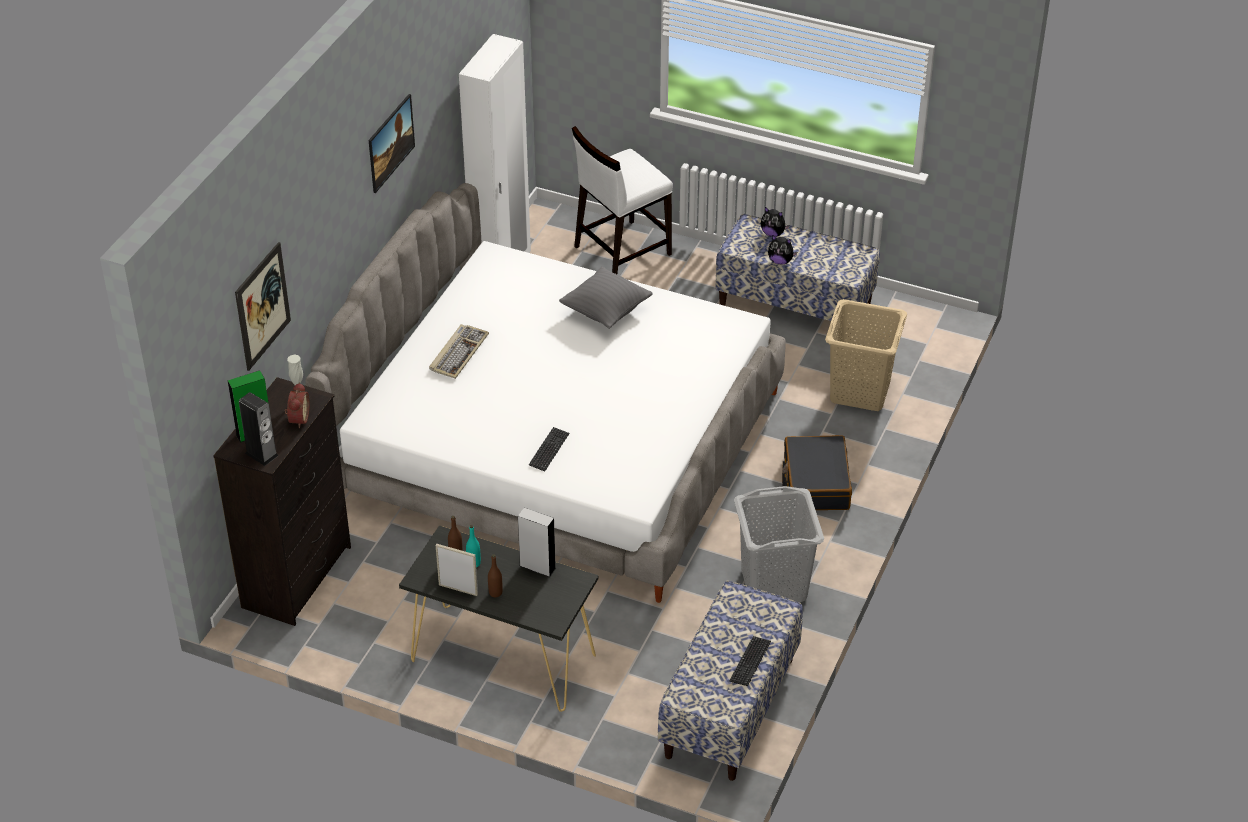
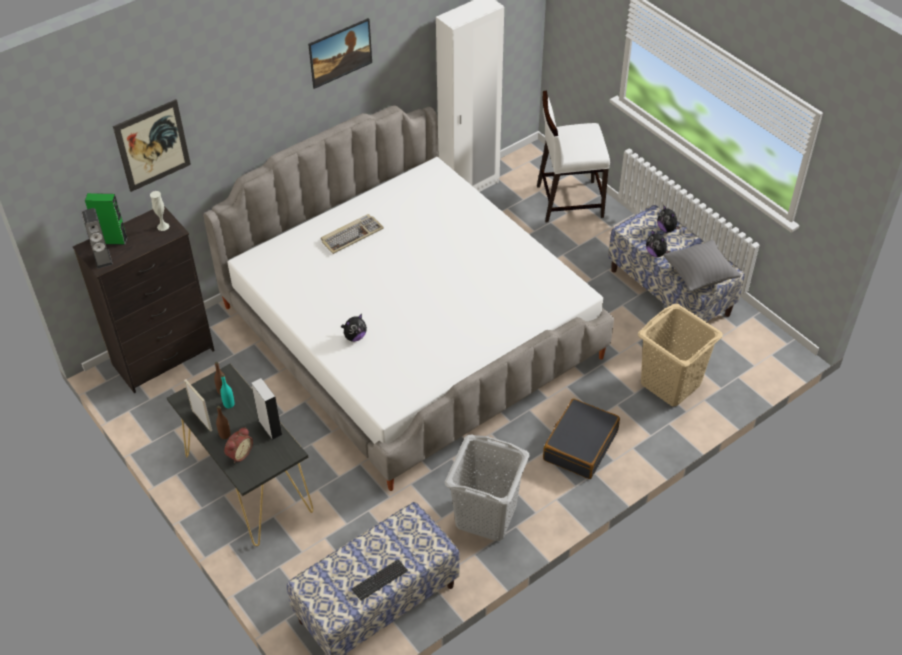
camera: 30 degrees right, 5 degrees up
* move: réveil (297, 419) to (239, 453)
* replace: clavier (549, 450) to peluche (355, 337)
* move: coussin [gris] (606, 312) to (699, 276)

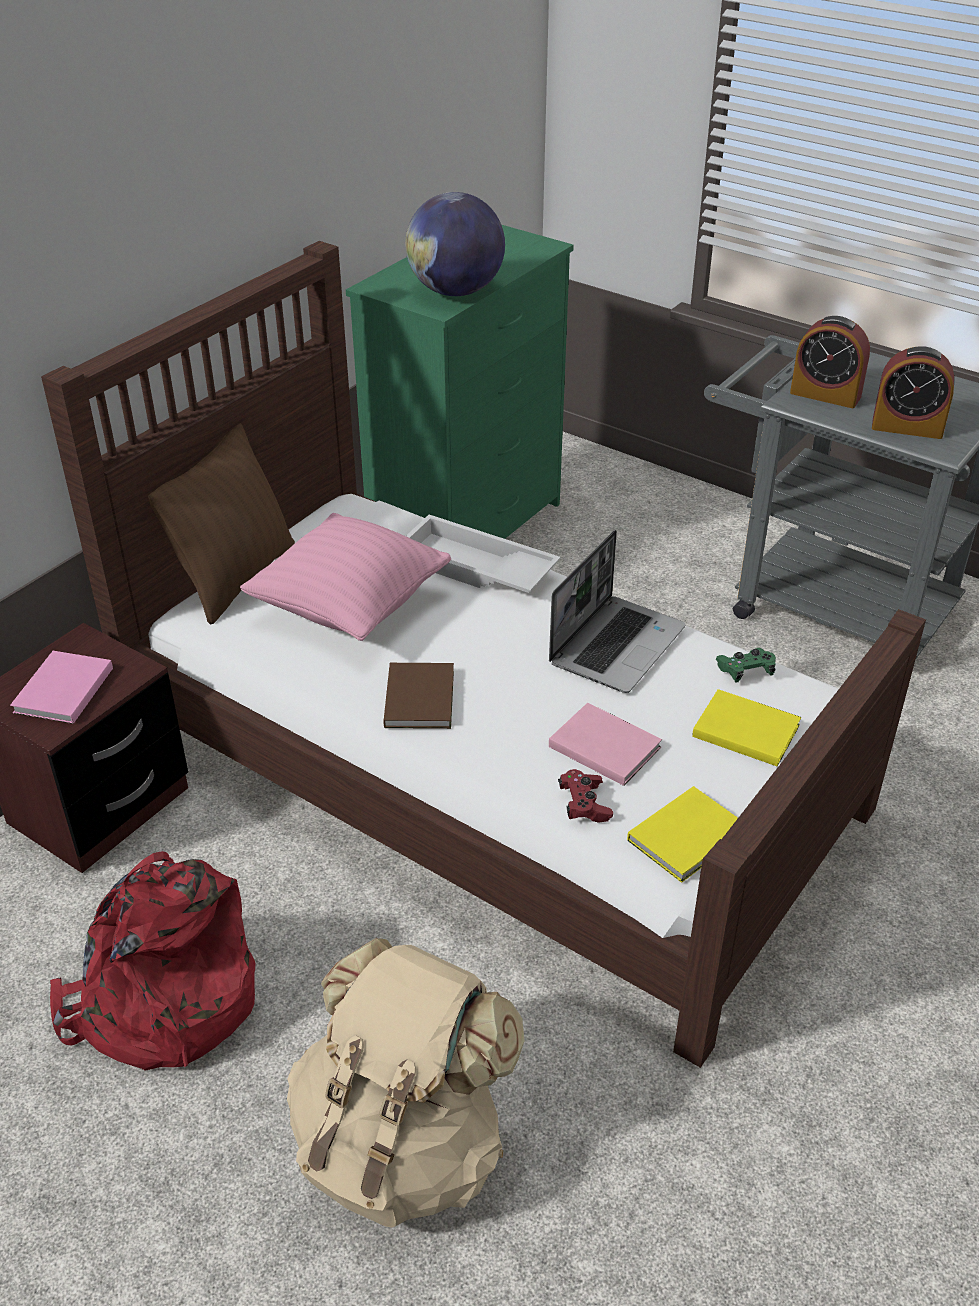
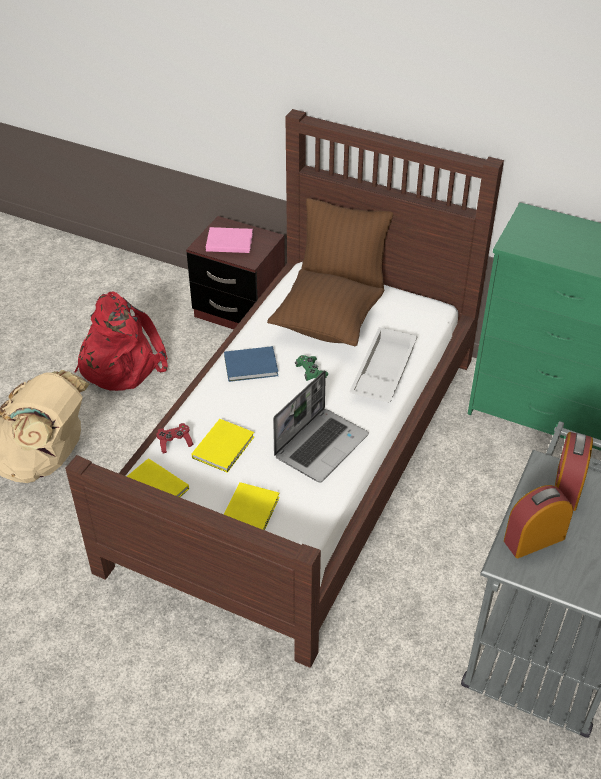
camera: 80 degrees right, 5 degrees up
* recolor: coussin [rose] (350, 607) to coussin [marron] (326, 325)
* recolor: livre [marron] (421, 697) to livre [bleu] (252, 366)
* delete: globe (456, 291)
* rotate: ordinateur portable (616, 645) = (321, 445) 75 degrees counterclockwise
* recolor: livre [rose] (603, 745) to livre [jaune] (225, 446)
* move: manette [vert] (745, 671) to (311, 372)
* rotate: réveil (907, 427) = (534, 539) 60 degrees clockwise

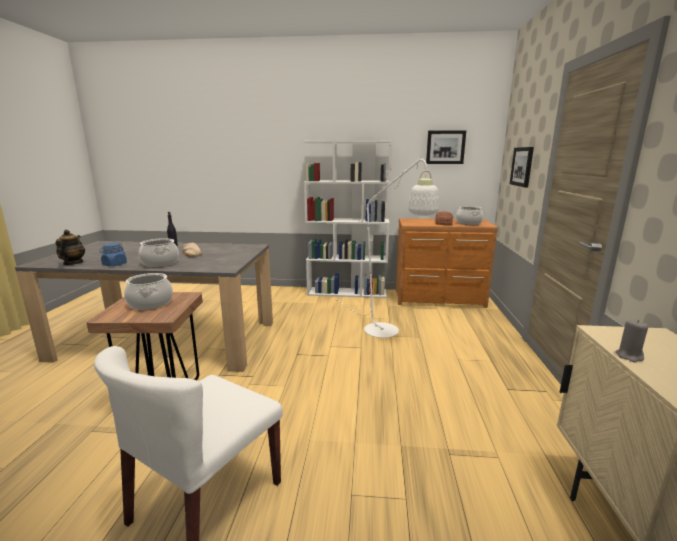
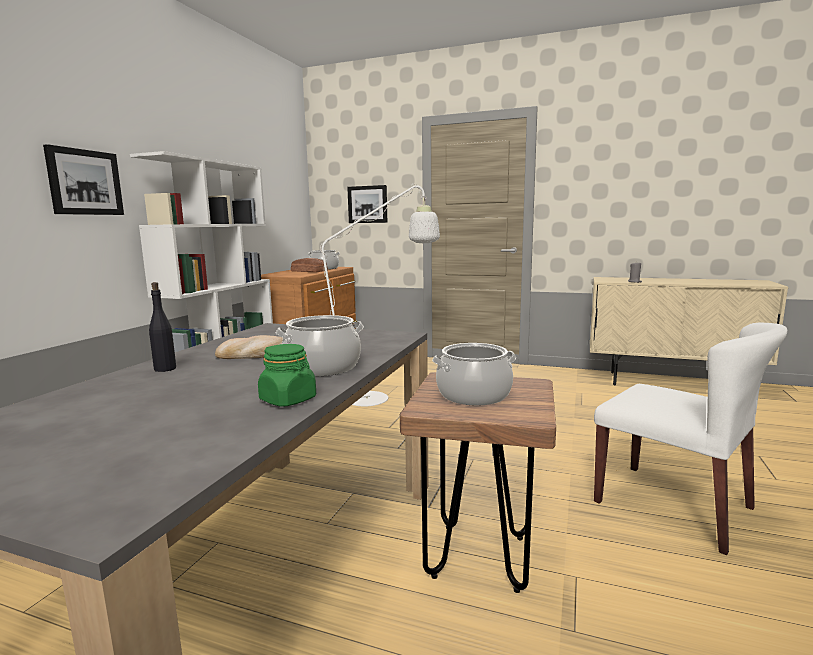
camera: 75 degrees left, 5 degrees down
* delete: théière (73, 263)
* recolor: bocal [bleu] (114, 264) to bocal [vert] (288, 400)
* move: tableau (445, 147) to (84, 182)

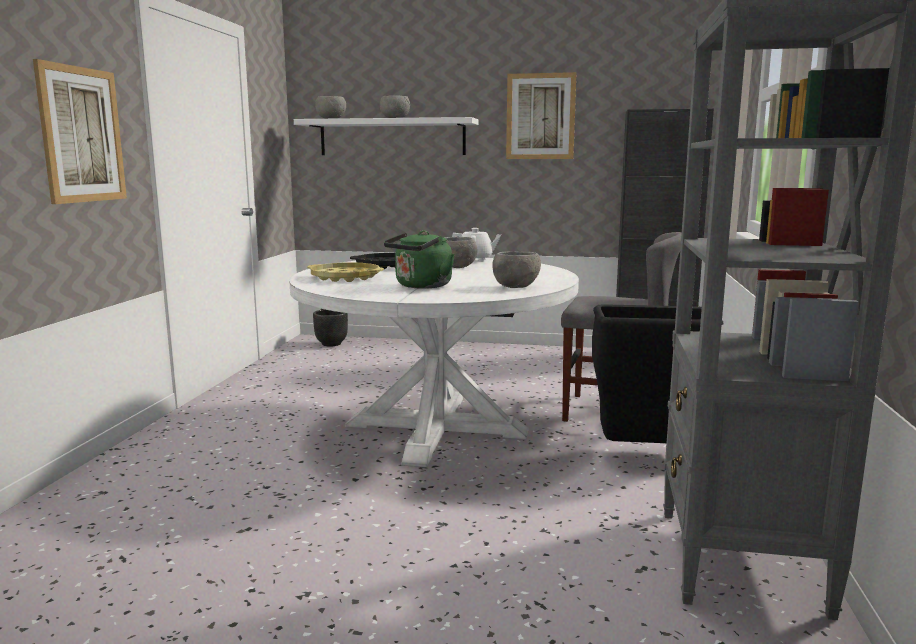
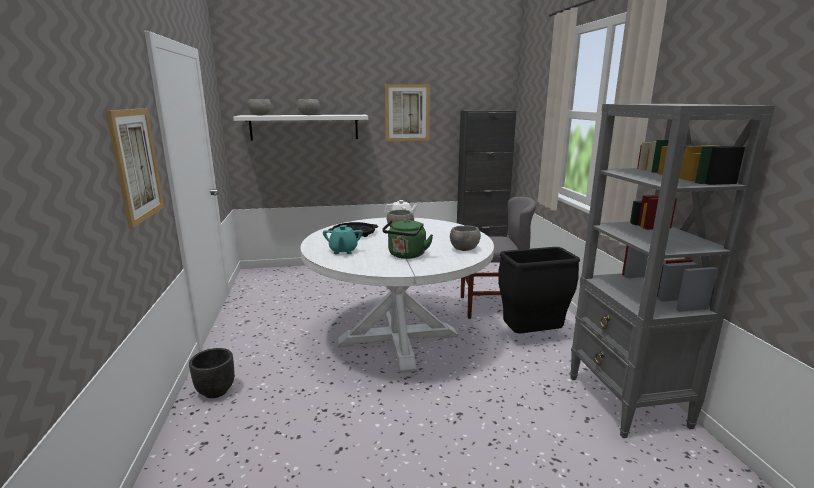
camera: 20 degrees left, 5 degrees up
* replace: plateau [jaune] (345, 277) to théière [turquoise] (343, 251)
* move: cache-pot [noir] (331, 344) to (215, 392)

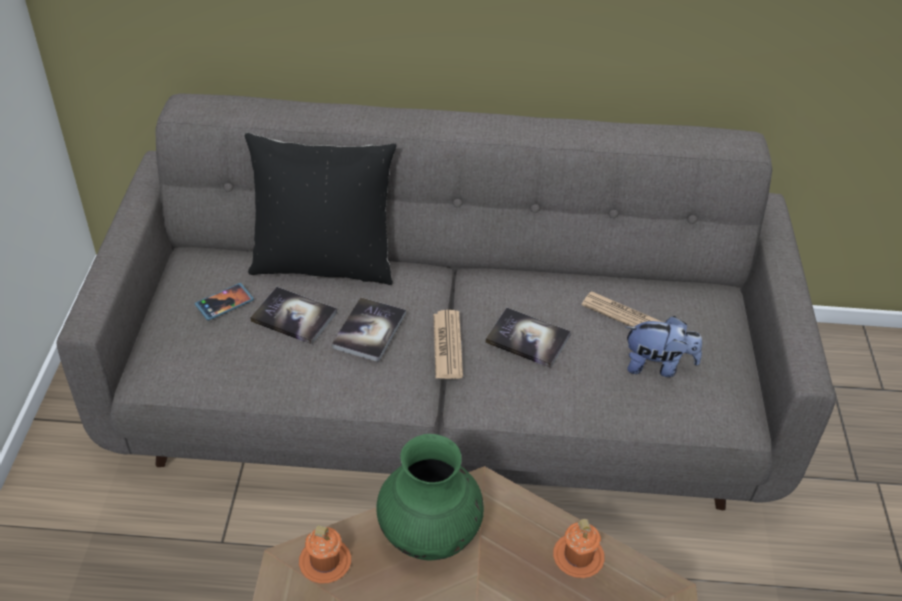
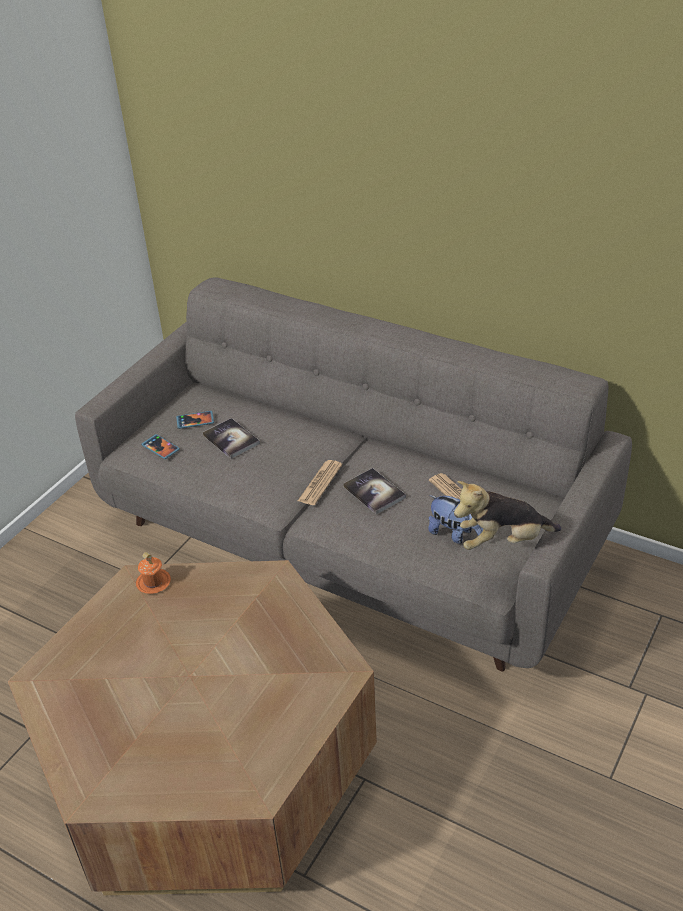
camera: 30 degrees right, 5 degrees down
* delete: coussin [noir] (324, 263)
* delete: livre (369, 330)
* delete: vase [vert] (429, 535)
* delete: mug [orange] (578, 557)
* insert: téléphone (160, 448)
* insert: peluche (502, 541)

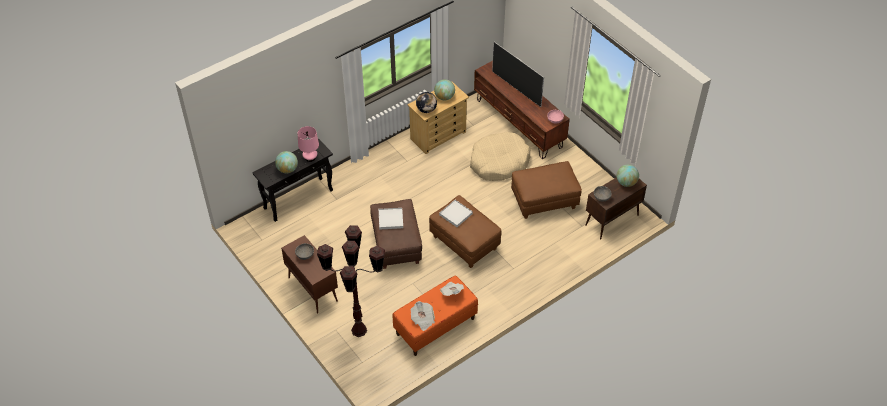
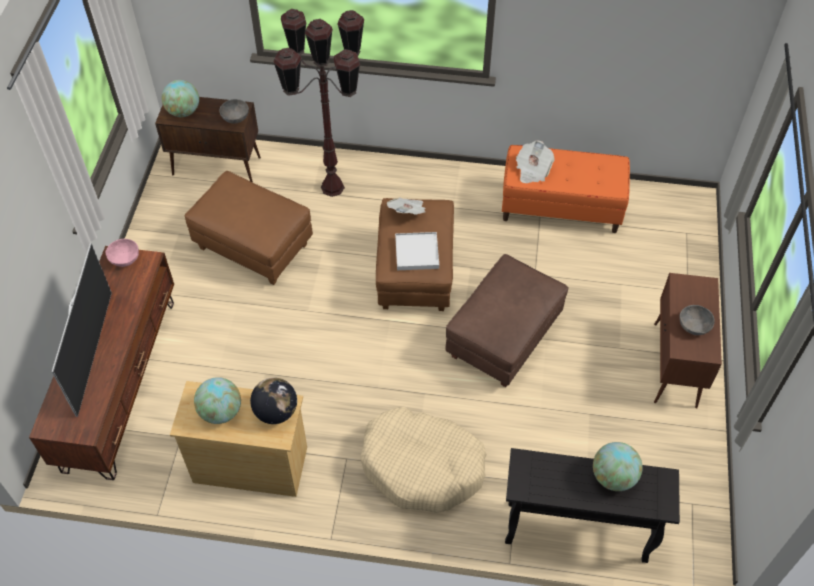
camera: 135 degrees left, 5 degrees up
* delete: lampe de table [rose] (310, 158)
* move: lampadaire [marron] (359, 330) to (332, 187)
* delete: plateau [blanc] (391, 219)
* move: journal (422, 320) to (408, 212)
* move: panier pour chien [beige] (499, 162) to (422, 466)

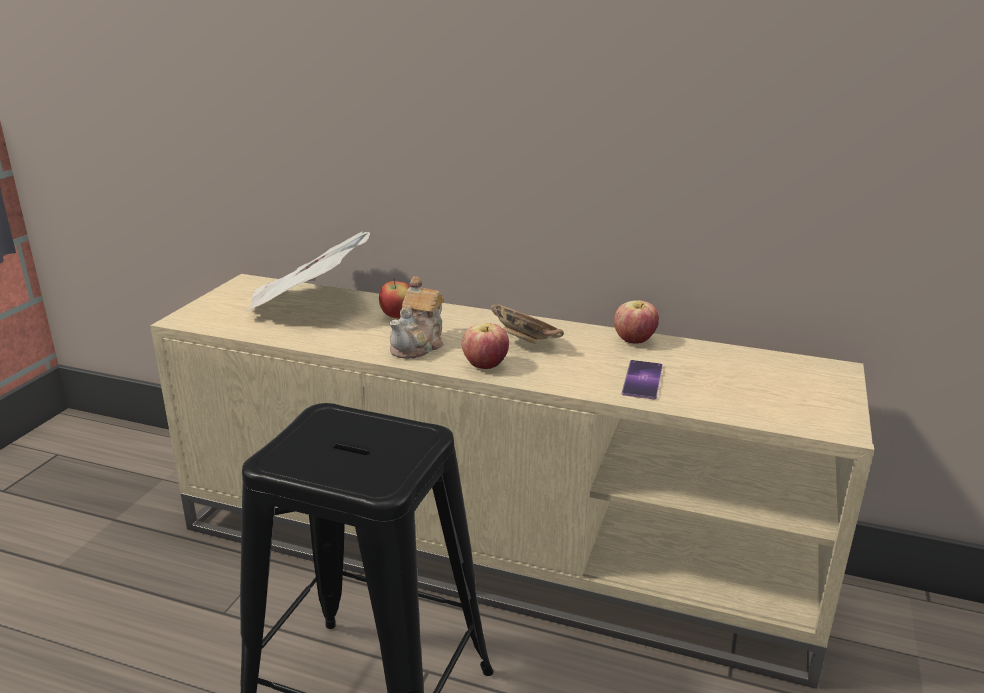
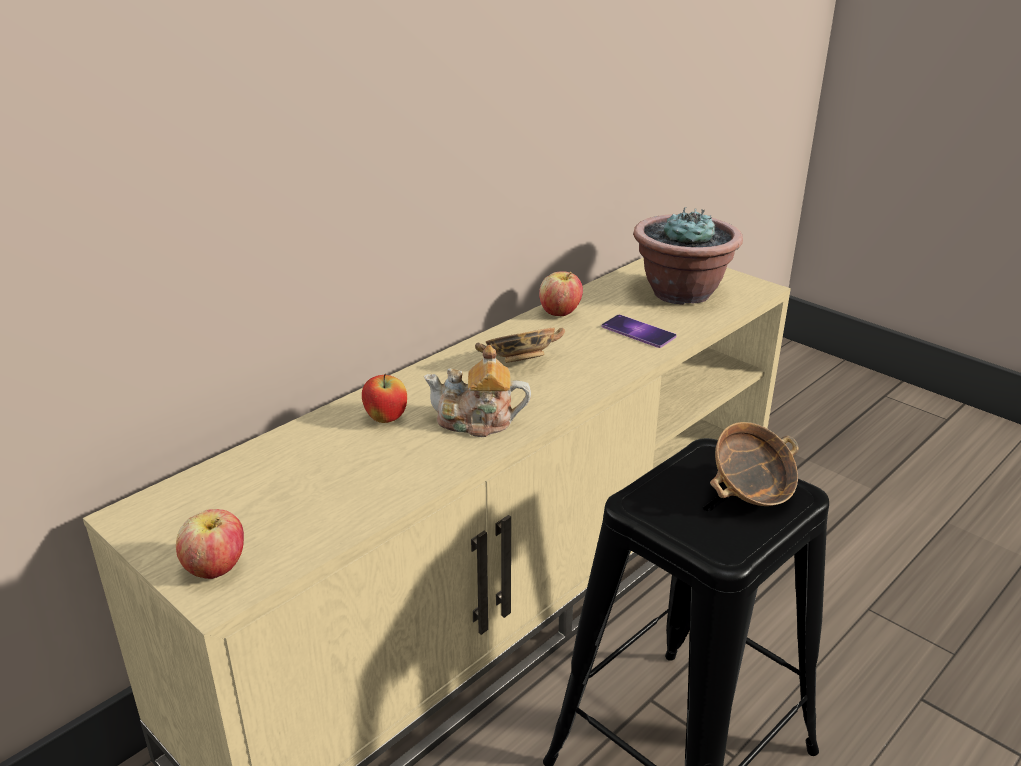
camera: 65 degrees left, 5 degrees up
* delete: journal (307, 304)
* rotate: théière (419, 345) = (476, 422) 135 degrees clockwise
* move: pomme (485, 366) to (216, 569)
* insert: plante en pot (681, 293)
* insert: bol (751, 494)

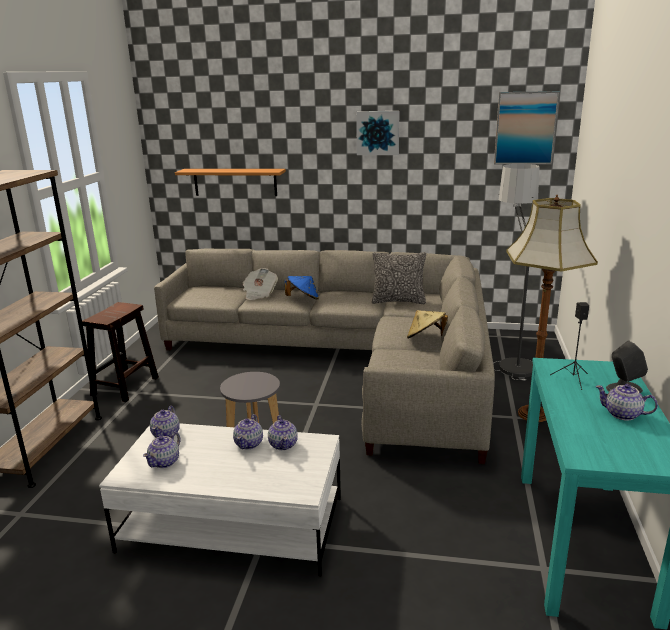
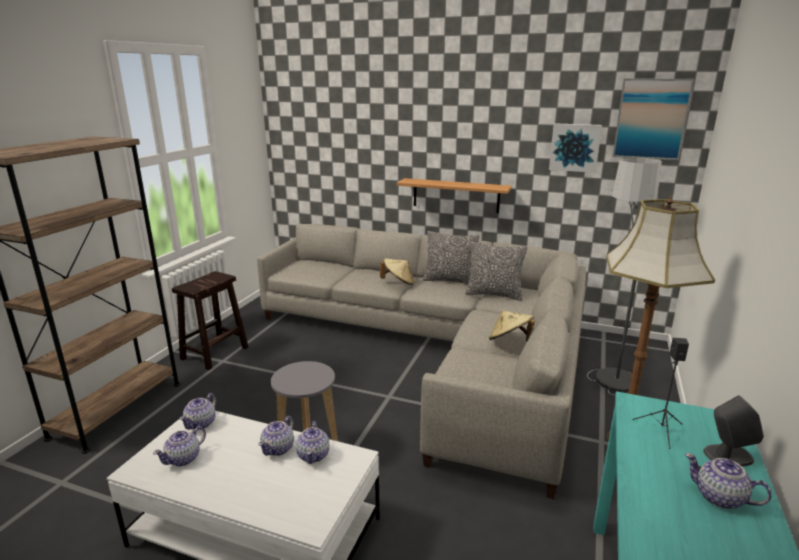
camera: 10 degrees right, 0 degrees up
* move: étagère (235, 182) to (455, 195)
* delete: journal (259, 294)
* recolor: chapeau [bleu] (303, 299) to chapeau [beige] (398, 283)
* move: tableau (378, 133) to (574, 147)
* insert: coussin (450, 280)

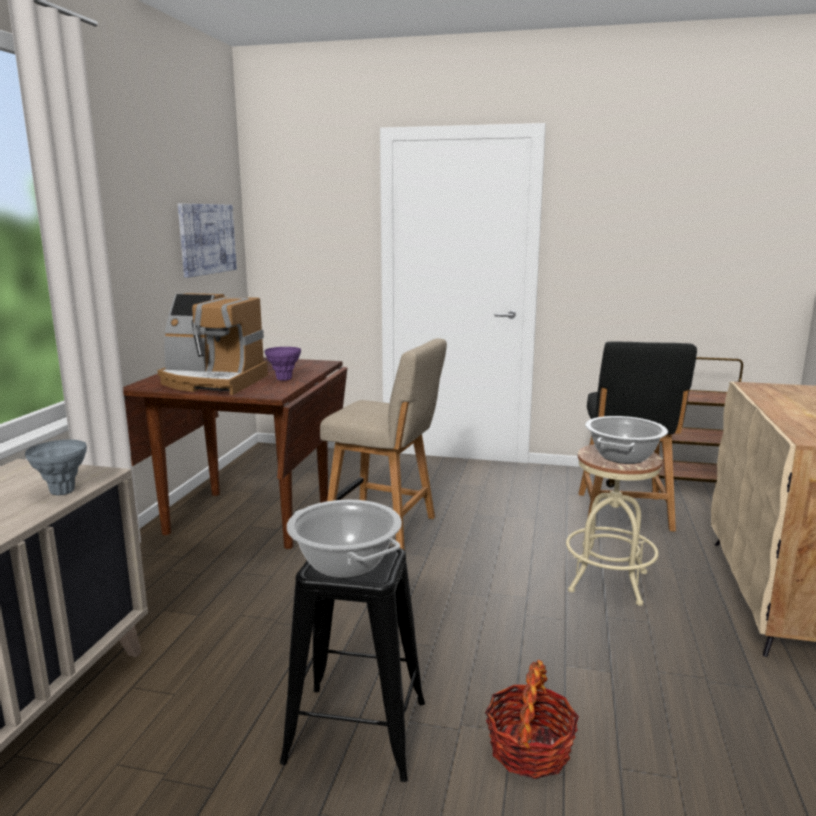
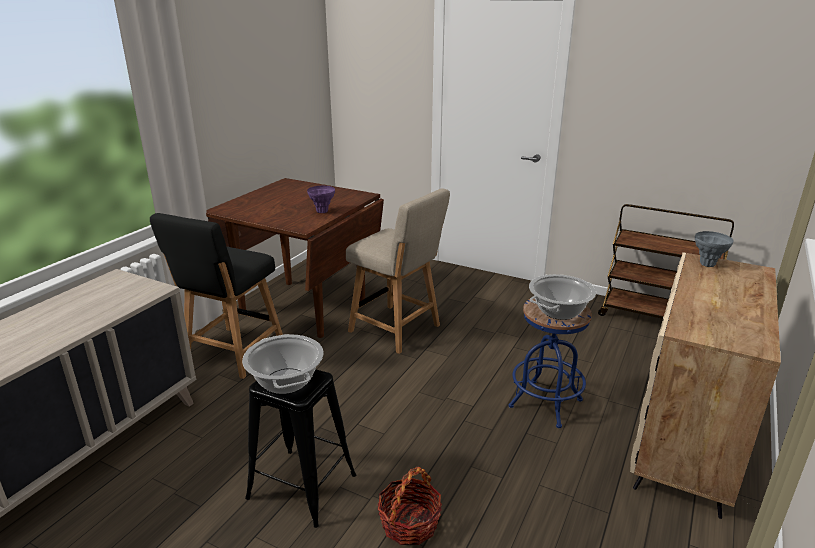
camera: 15 degrees right, 10 degrees up
* move: vase [gris] (62, 492) to (707, 264)
* delete: machine à café (212, 382)
* delete: tableau (207, 239)
* recolor: tabouret [beige] (608, 582) to tabouret [bleu] (545, 403)
* move: chaise [noir] (624, 514) to (232, 354)

